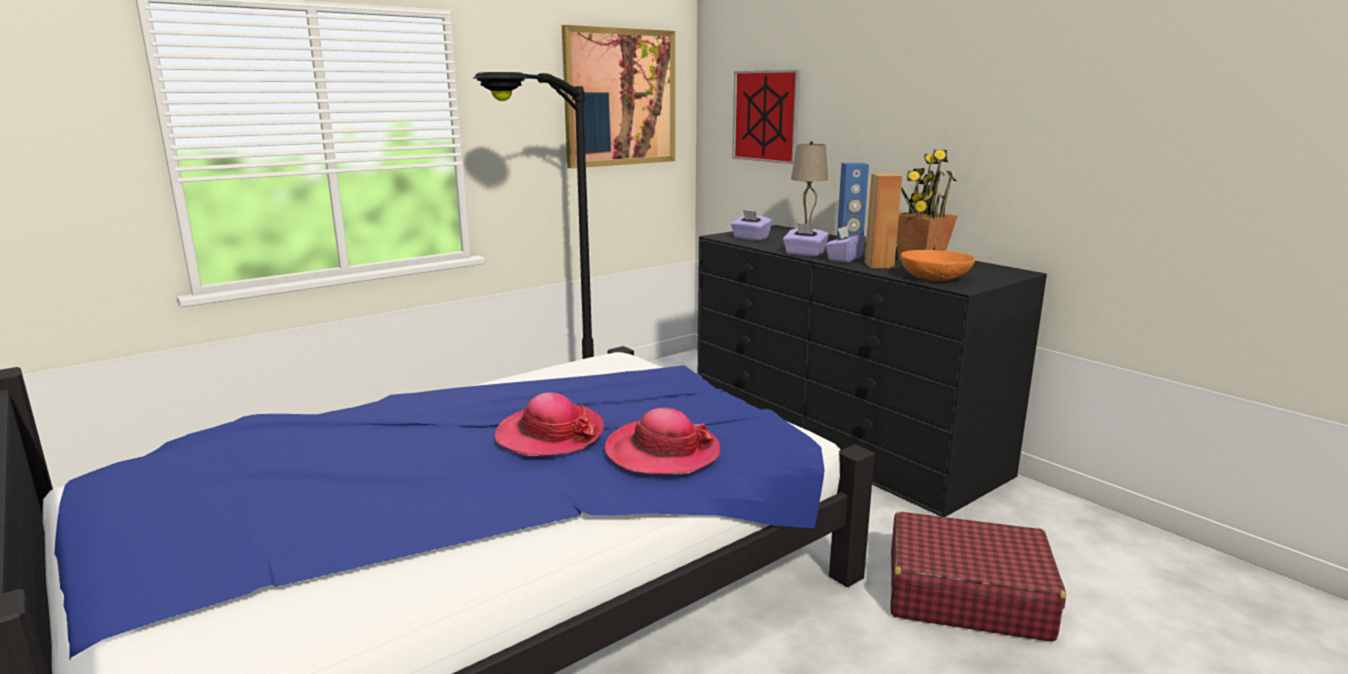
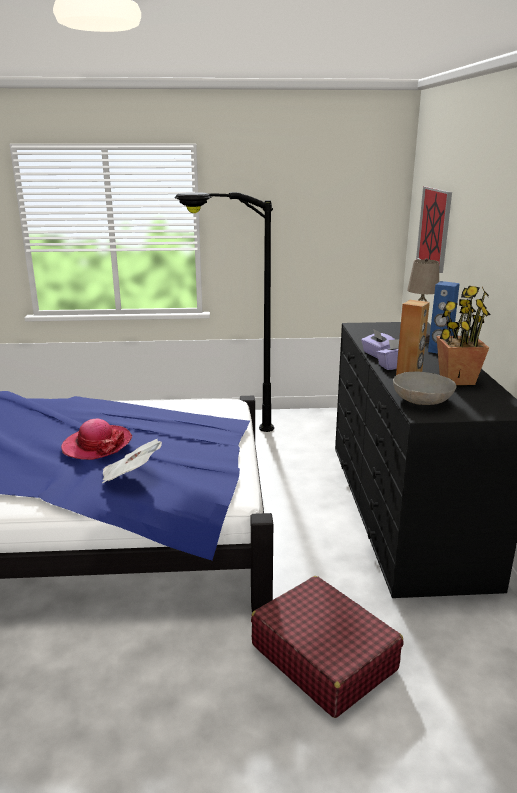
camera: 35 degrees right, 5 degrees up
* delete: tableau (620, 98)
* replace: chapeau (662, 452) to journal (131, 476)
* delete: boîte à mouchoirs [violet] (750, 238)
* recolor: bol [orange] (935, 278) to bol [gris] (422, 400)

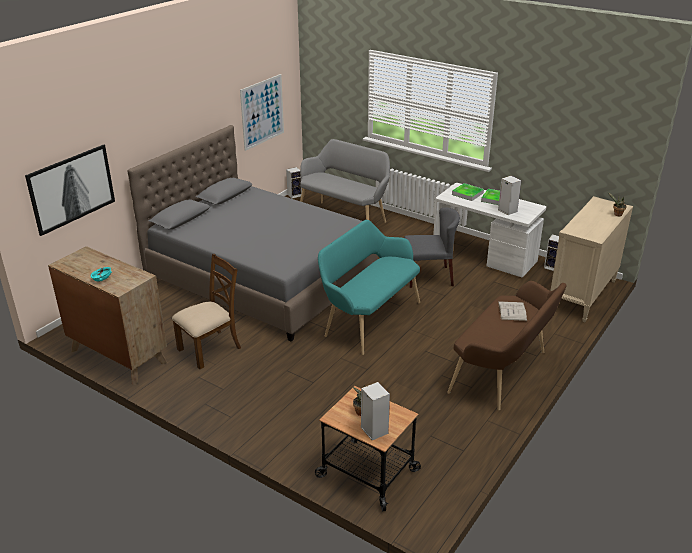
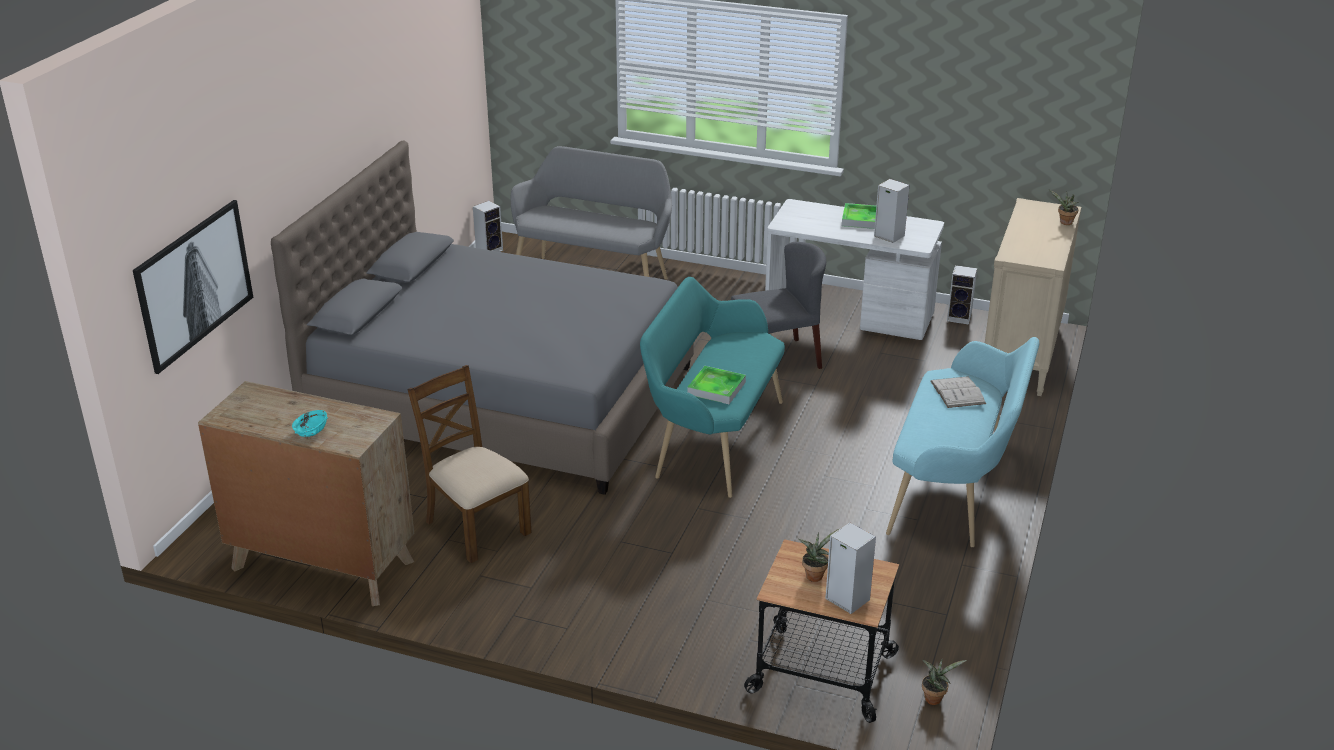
camera: 15 degrees left, 0 degrees up
* rotate: chaise [marron] (210, 348) = (476, 527) 75 degrees counterclockwise
* delete: tableau (262, 112)
* recolor: banc [marron] (503, 373) to banc [turquoise] (955, 491)
* move: plateau (467, 194) to (716, 388)
* insert: plante en pot (934, 698)

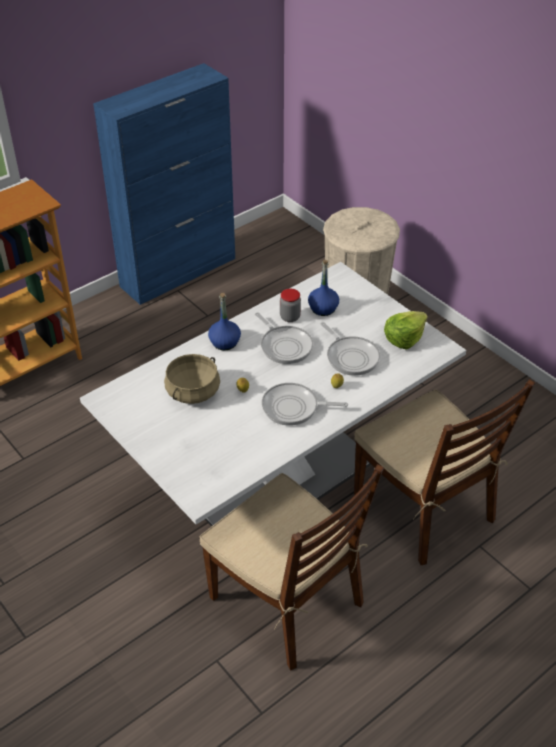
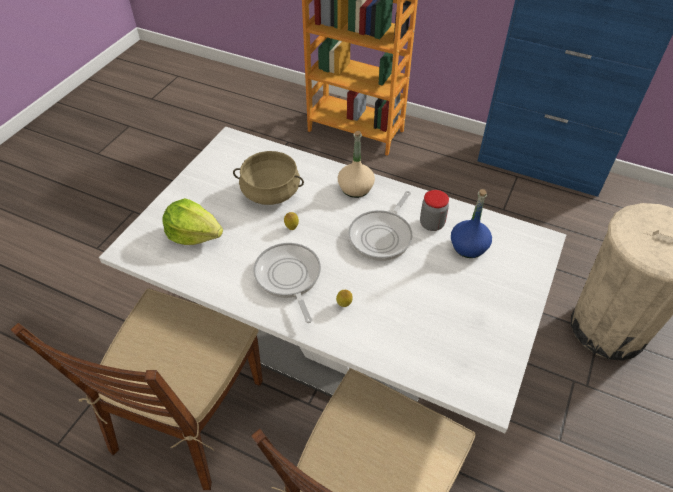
camera: 65 degrees right, 5 degrees up
* recolor: bouteille [bleu] (225, 342) to bouteille [beige] (355, 188)
* delete: poêle (350, 357)
* move: laitue (404, 338) to (194, 234)

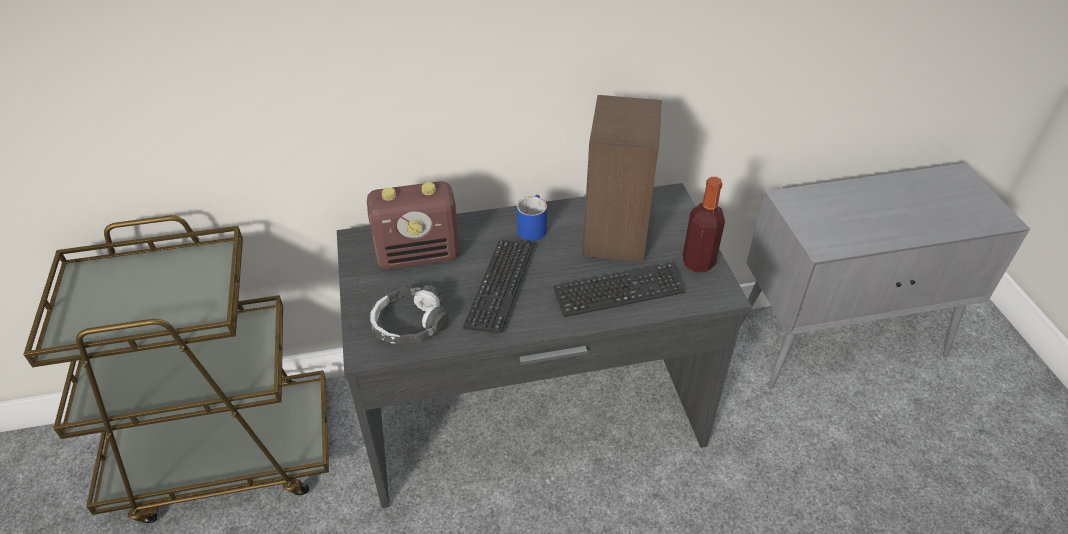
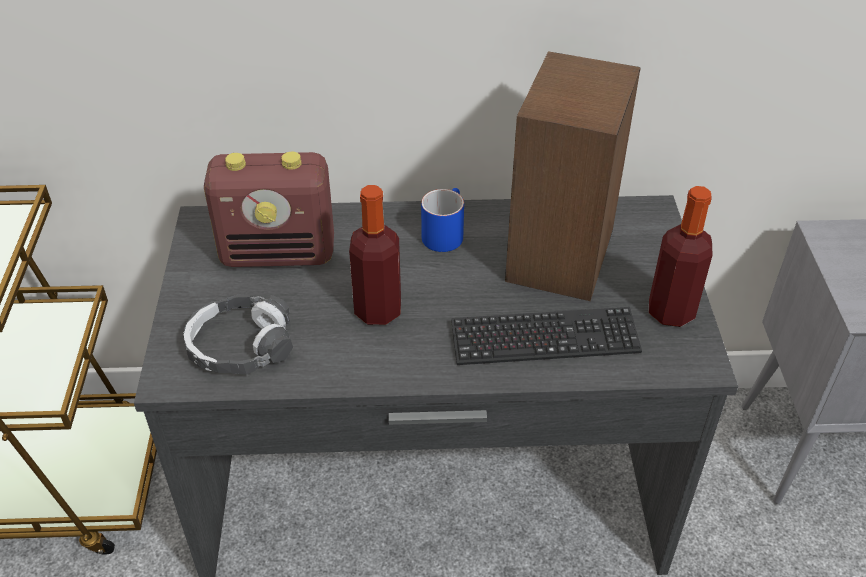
camera: 10 degrees right, 0 degrees up
* replace: clavier (500, 287) to bouteille (378, 310)

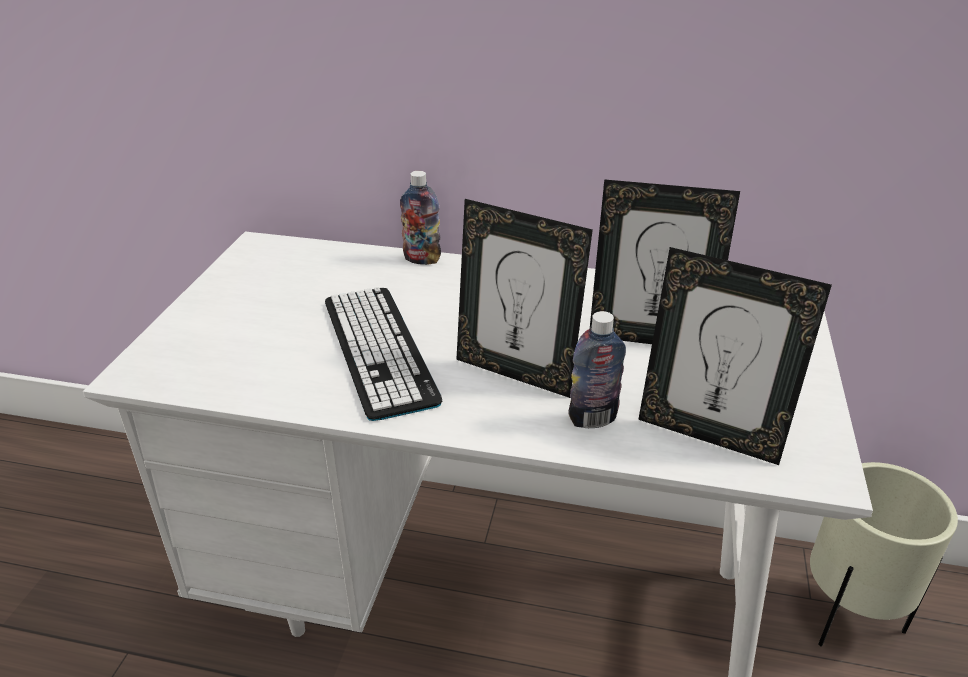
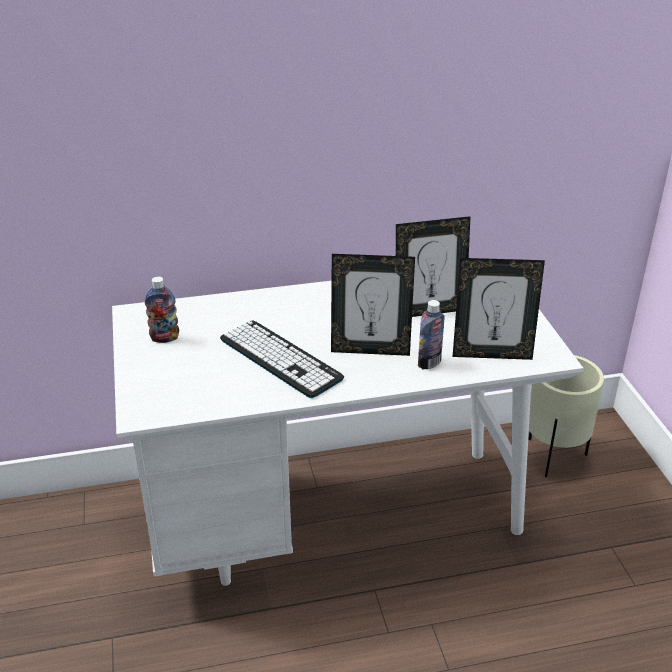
camera: 25 degrees left, 0 degrees up
* move: bouteille (422, 259) to (165, 338)

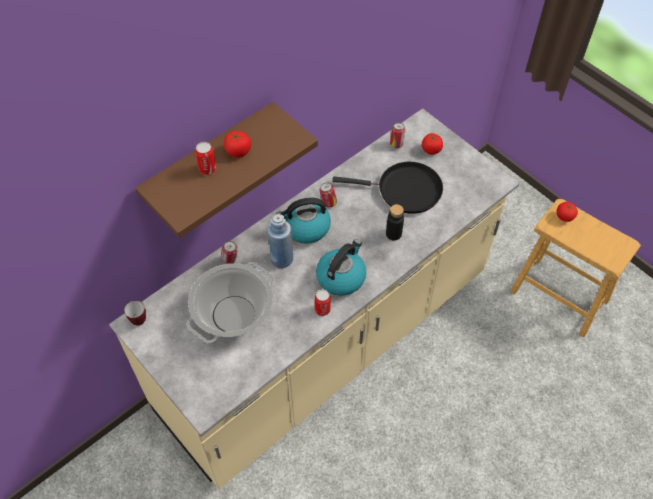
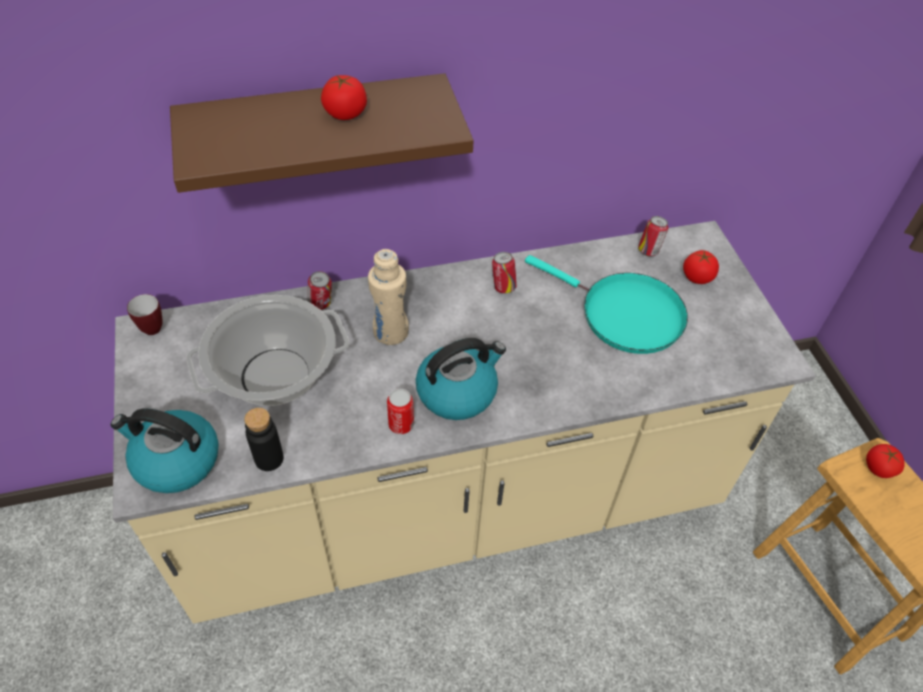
camera: 25 degrees right, 5 degrees down
* delete: boîte métallique (207, 169)
* recolor: bouteille [bleu] (282, 259) to bouteille [beige] (390, 332)
* move: bouilloire (305, 228) to (175, 461)
* recolor: poêle [noir] (404, 190) to poêle [turquoise] (625, 314)
* move: bouteille [noir] (393, 234) to (269, 459)

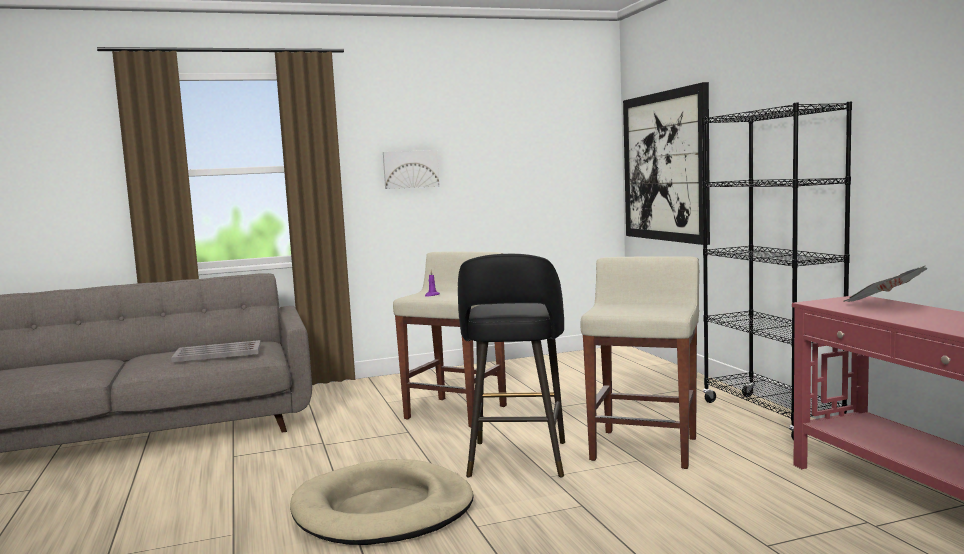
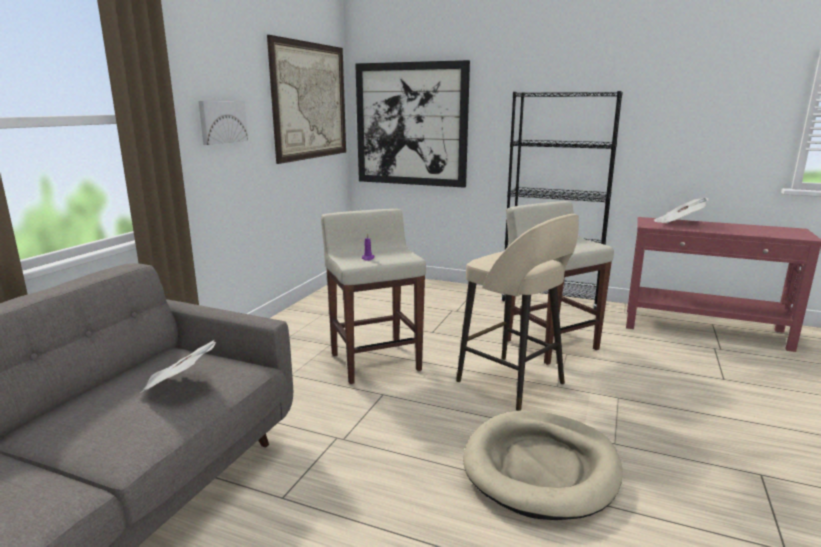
camera: 50 degrees left, 10 degrees up
* replace: plateau [gris] (217, 353) to journal (180, 384)
* recolor: tabouret [noir] (517, 460) to tabouret [beige] (513, 383)
* insert: tableau (310, 101)

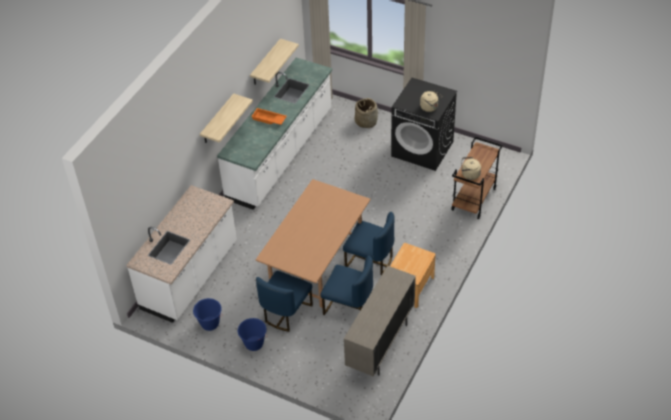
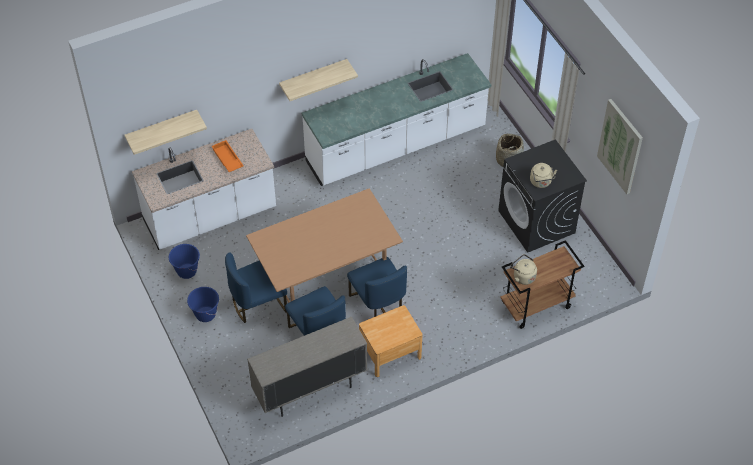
camera: 35 degrees right, 5 degrees up
* move: étagère (265, 63) to (162, 129)
* move: plateau [orange] (268, 119) to (227, 159)
* insert: tableau (620, 146)

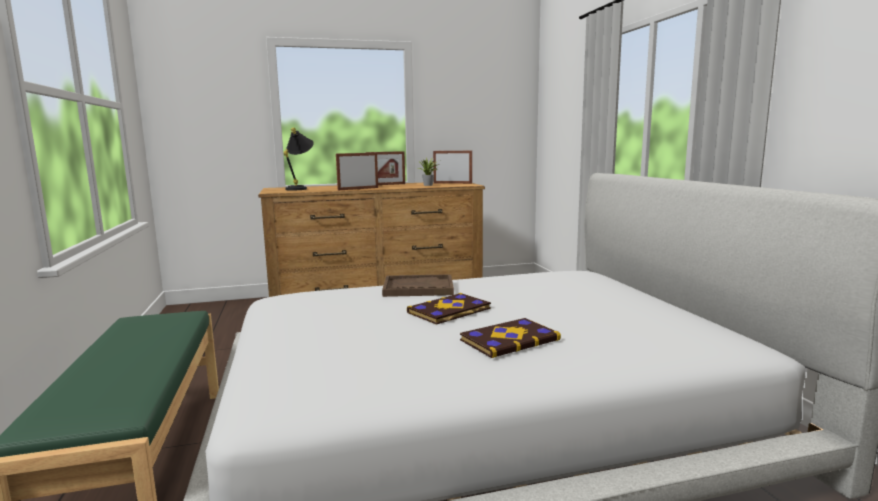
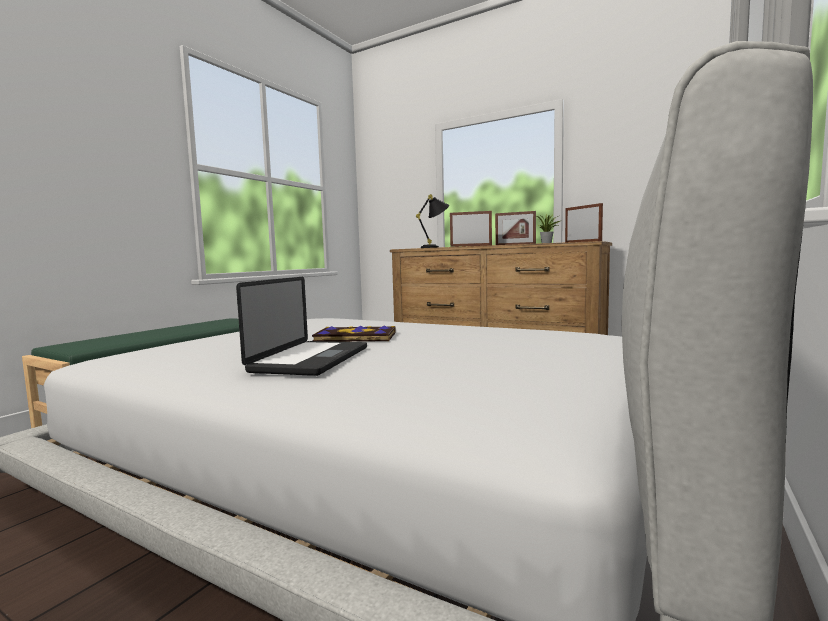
camera: 45 degrees right, 5 degrees down
* delete: plateau [marron] (418, 288)
* replace: livre (508, 340) to ordinateur portable (311, 359)

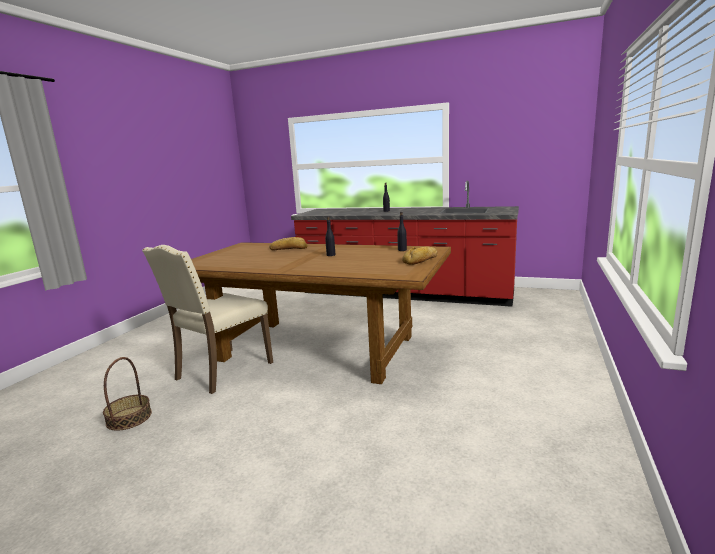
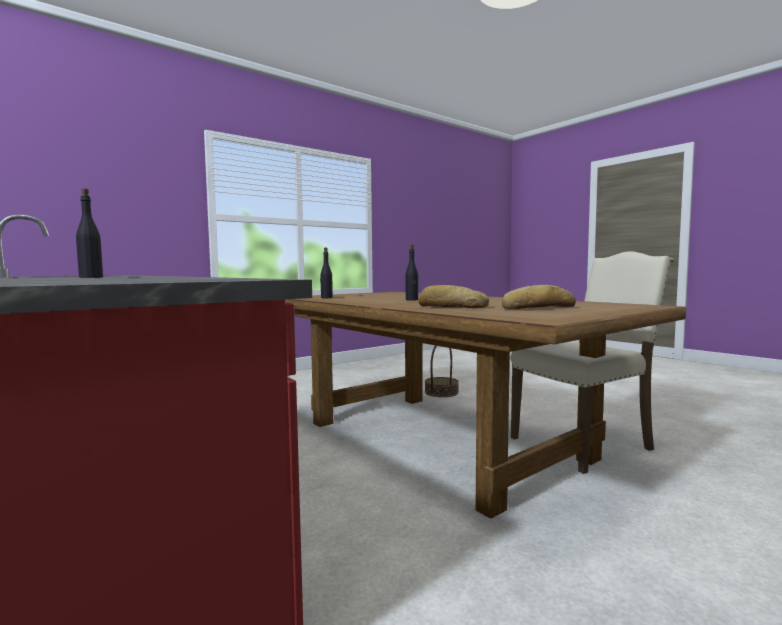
camera: 150 degrees left, 10 degrees down
* move: panier (129, 418) to (441, 392)
* move: pain (421, 260) to (536, 308)

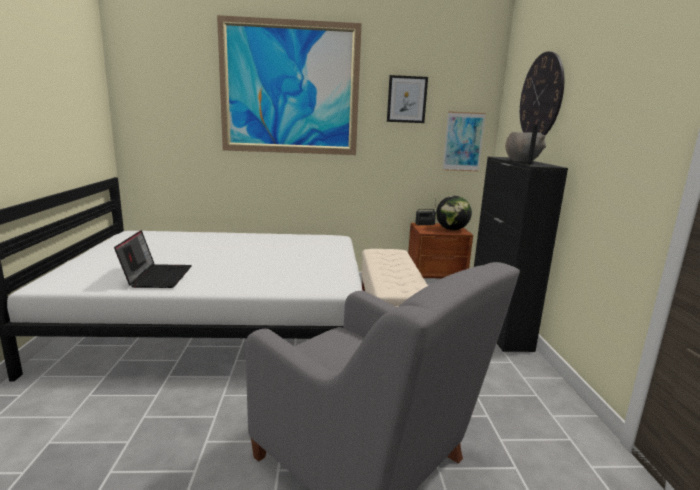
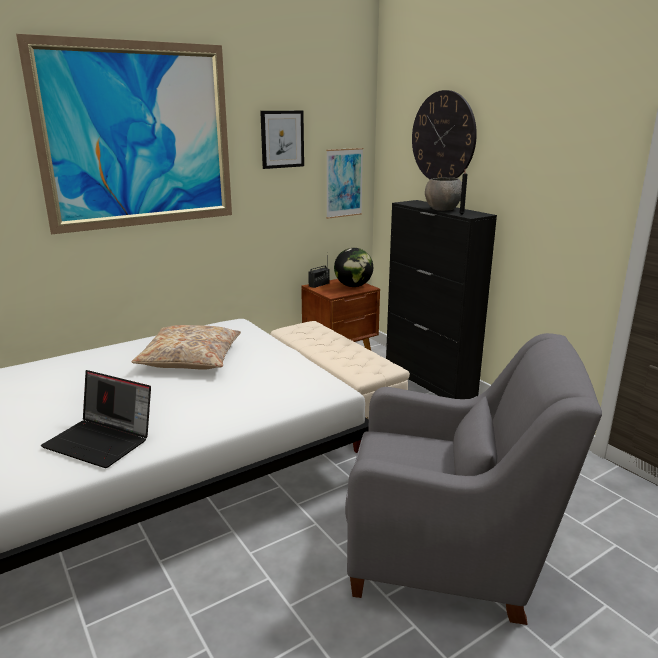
camera: 30 degrees left, 5 degrees up
* rotate: ordinateur portable (157, 276) = (102, 441) 150 degrees clockwise
* insert: coussin [beige] (191, 358)

